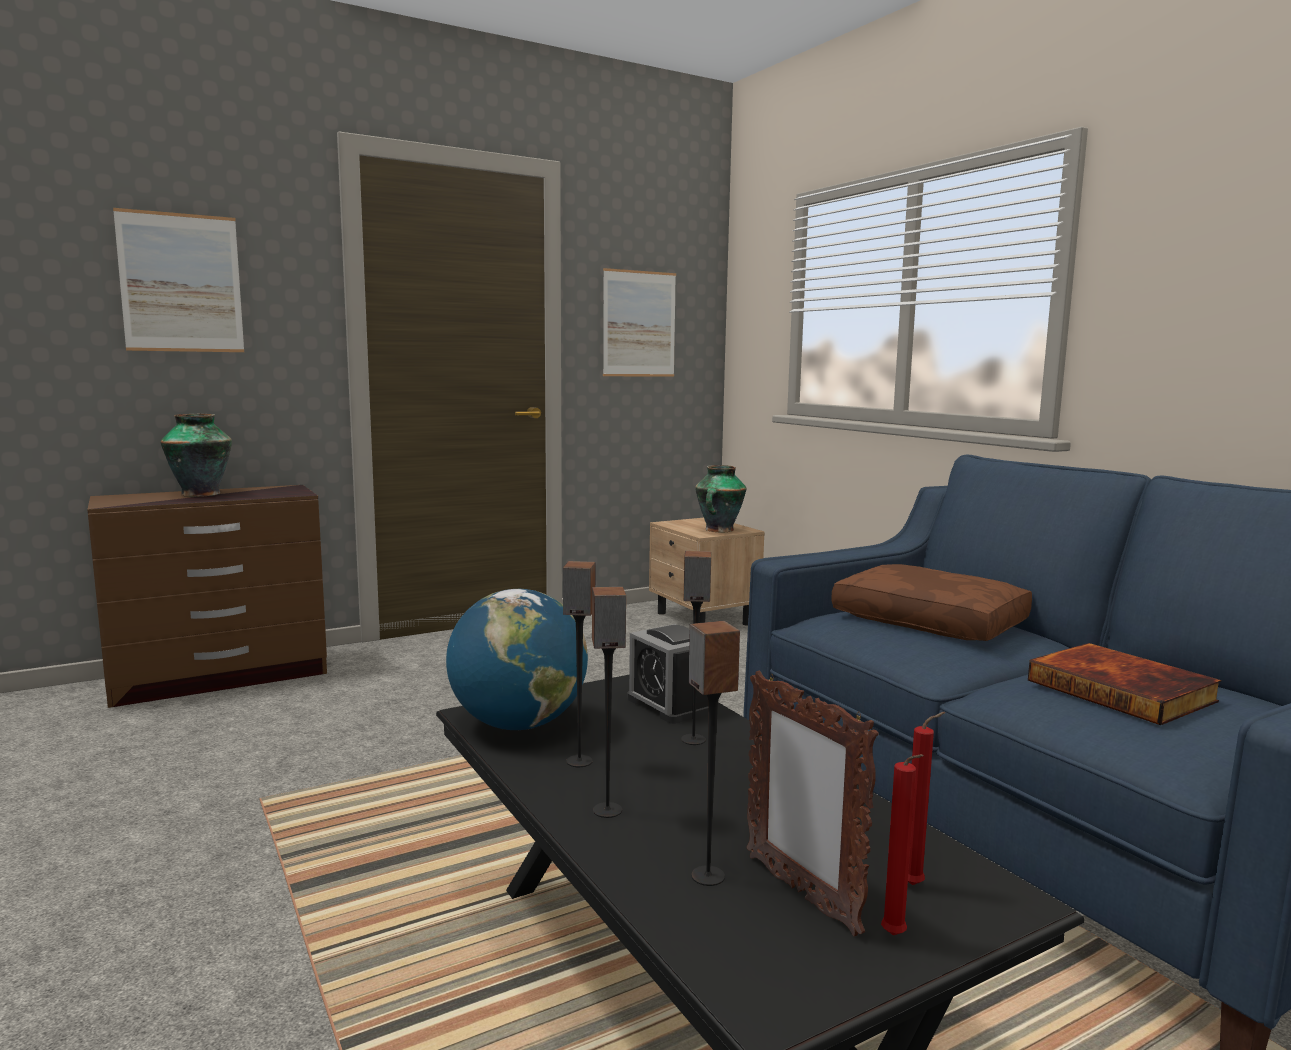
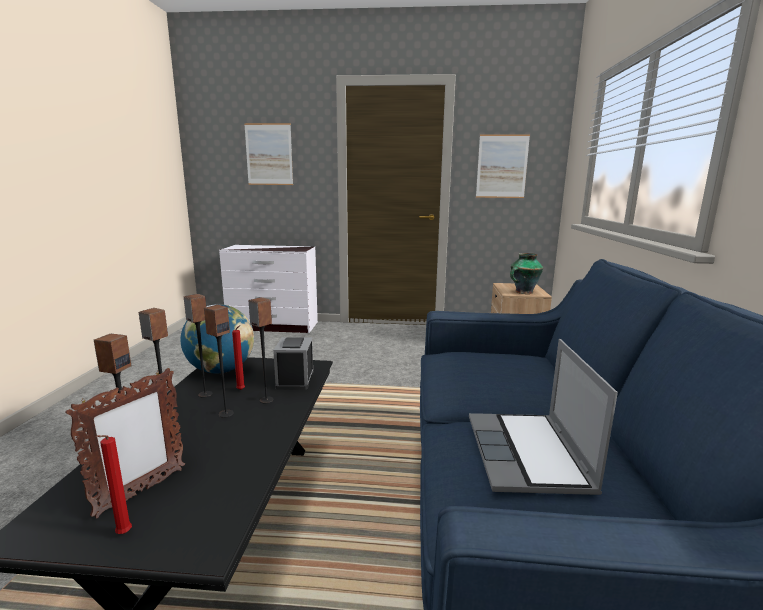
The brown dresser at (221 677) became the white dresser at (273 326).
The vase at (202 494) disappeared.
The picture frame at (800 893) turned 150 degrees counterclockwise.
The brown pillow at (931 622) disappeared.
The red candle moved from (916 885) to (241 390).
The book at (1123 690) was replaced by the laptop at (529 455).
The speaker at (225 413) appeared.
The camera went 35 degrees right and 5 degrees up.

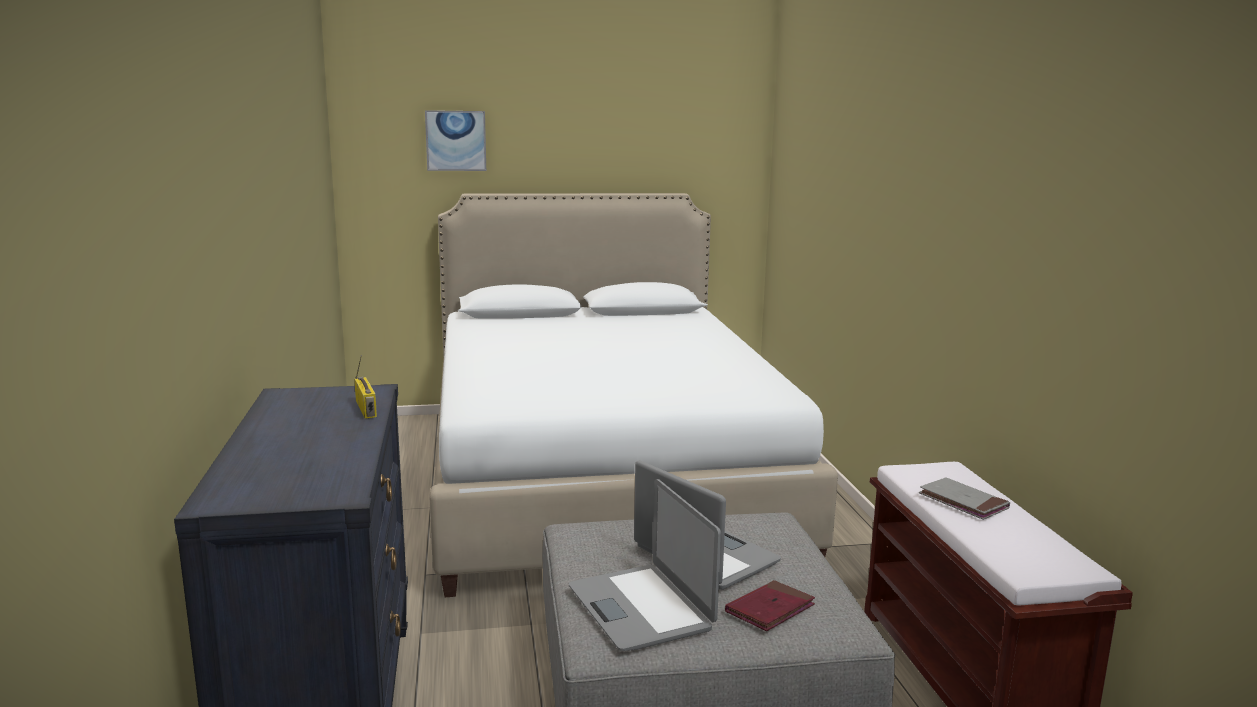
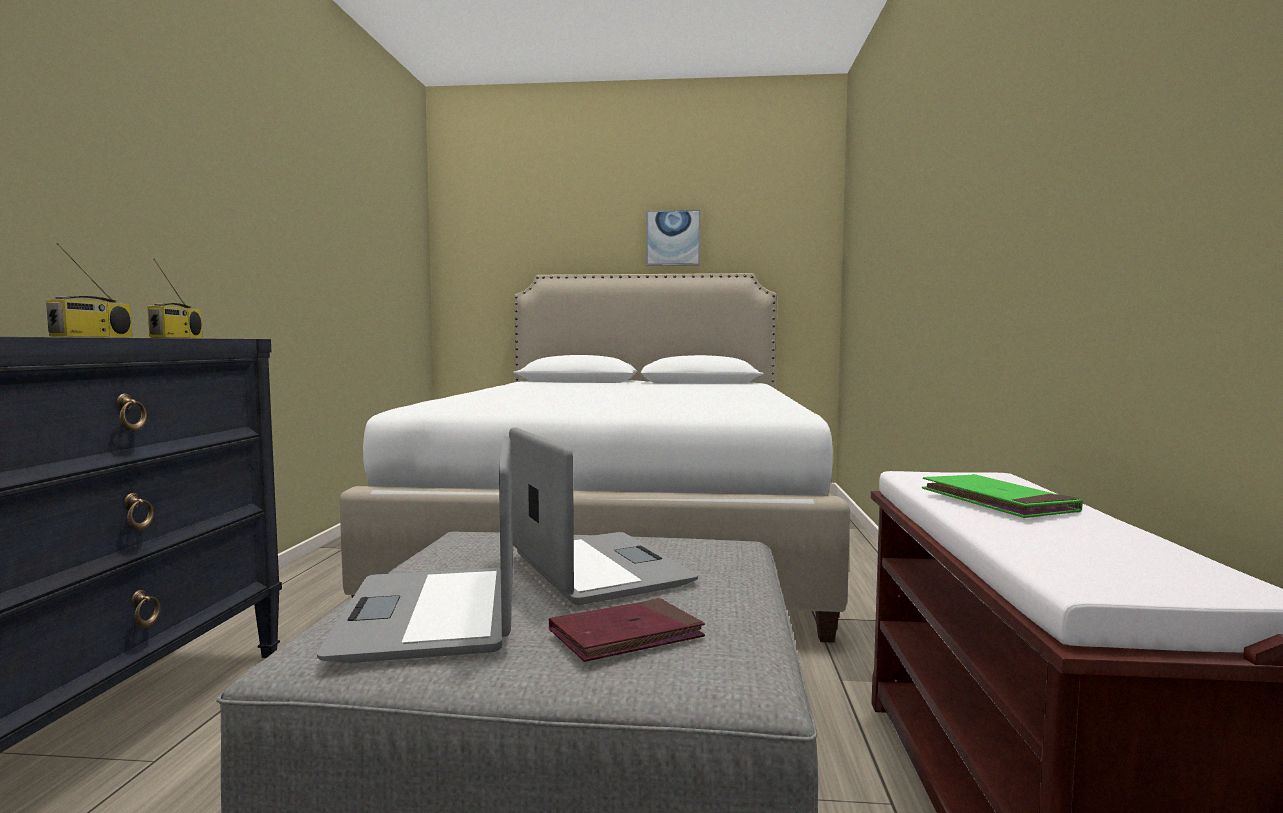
The picture moved from (456 140) to (673 238).
The grey book at (963 502) became the green book at (997 502).
The radio at (93 336) appeared.
The camera went 15 degrees right and 10 degrees down.

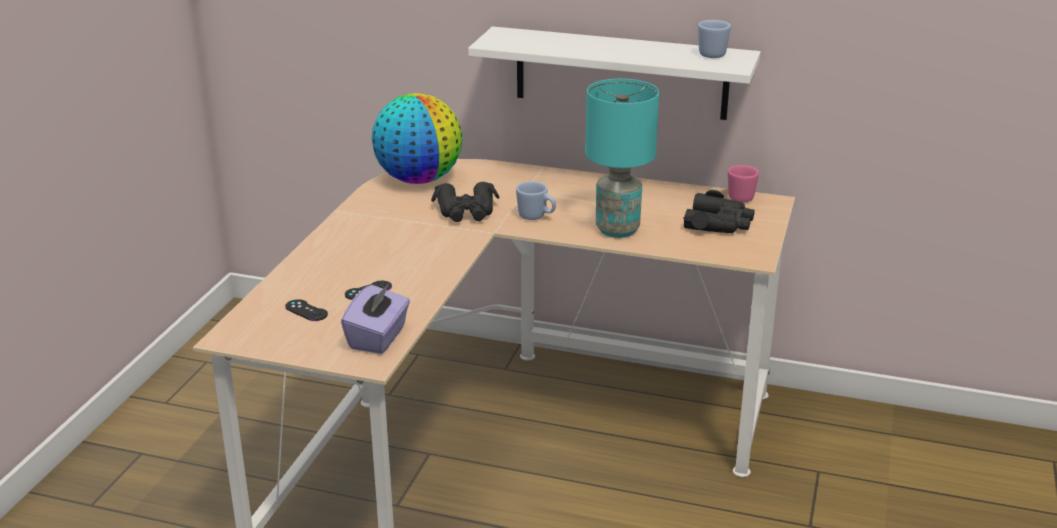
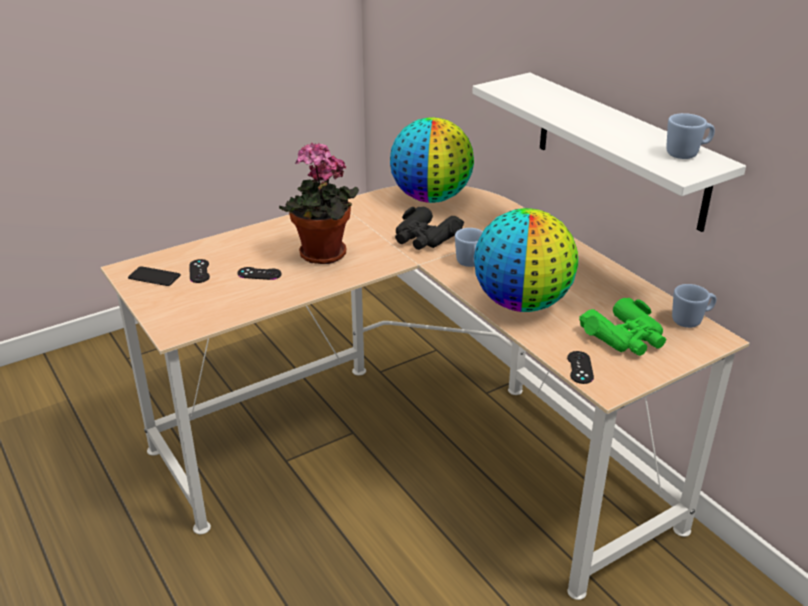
The purple tissue box at (378 338) disappeared.
The turquoise table lamp at (617 229) was replaced by the globe at (522 303).
The black binoculars at (719 223) became the green binoculars at (625 337).
The pink mug at (743 197) became the blue mug at (691 320).
The phone at (154 277) appeared.
The potted plant at (322 256) appeared.
The black game controller at (580 367) appeared.
The camera went 40 degrees right and 5 degrees up.

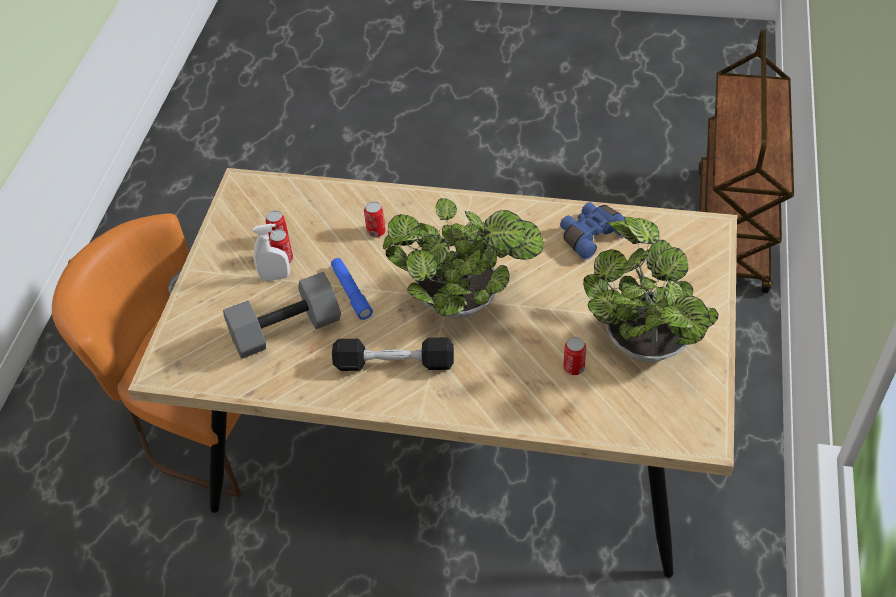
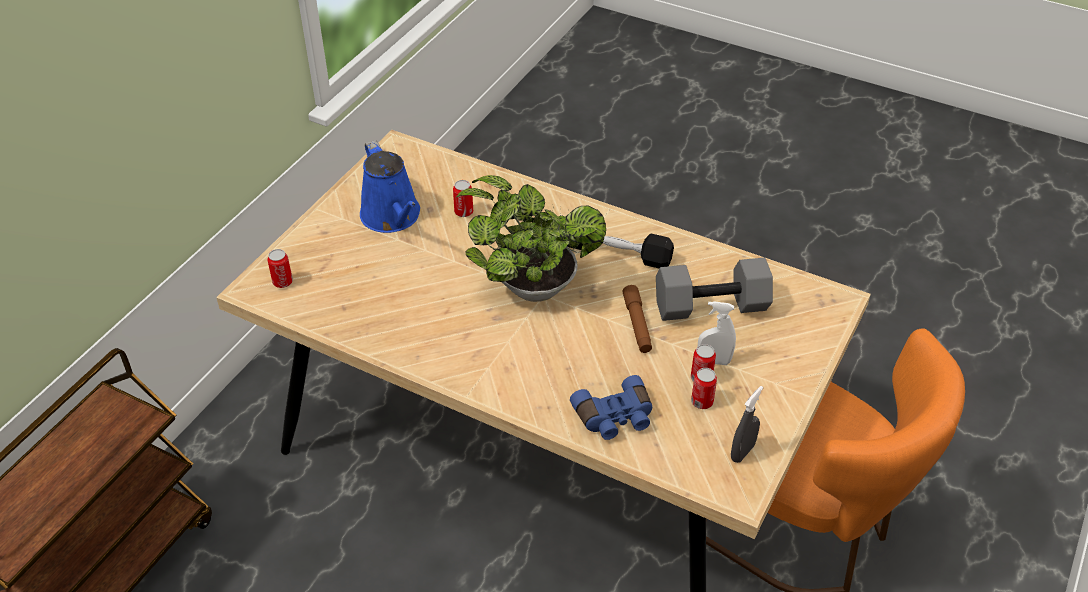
The blue flashlight at (351 292) became the brown flashlight at (637 324).
The can moved from (376 231) to (282 282).
The blue binoculars moved from (591 235) to (615 418).
The potted plant at (642 340) was replaced by the blue watering can at (392 217).
The grey spray bottle at (742 452) appeared.
The camera went 165 degrees left and 5 degrees down.

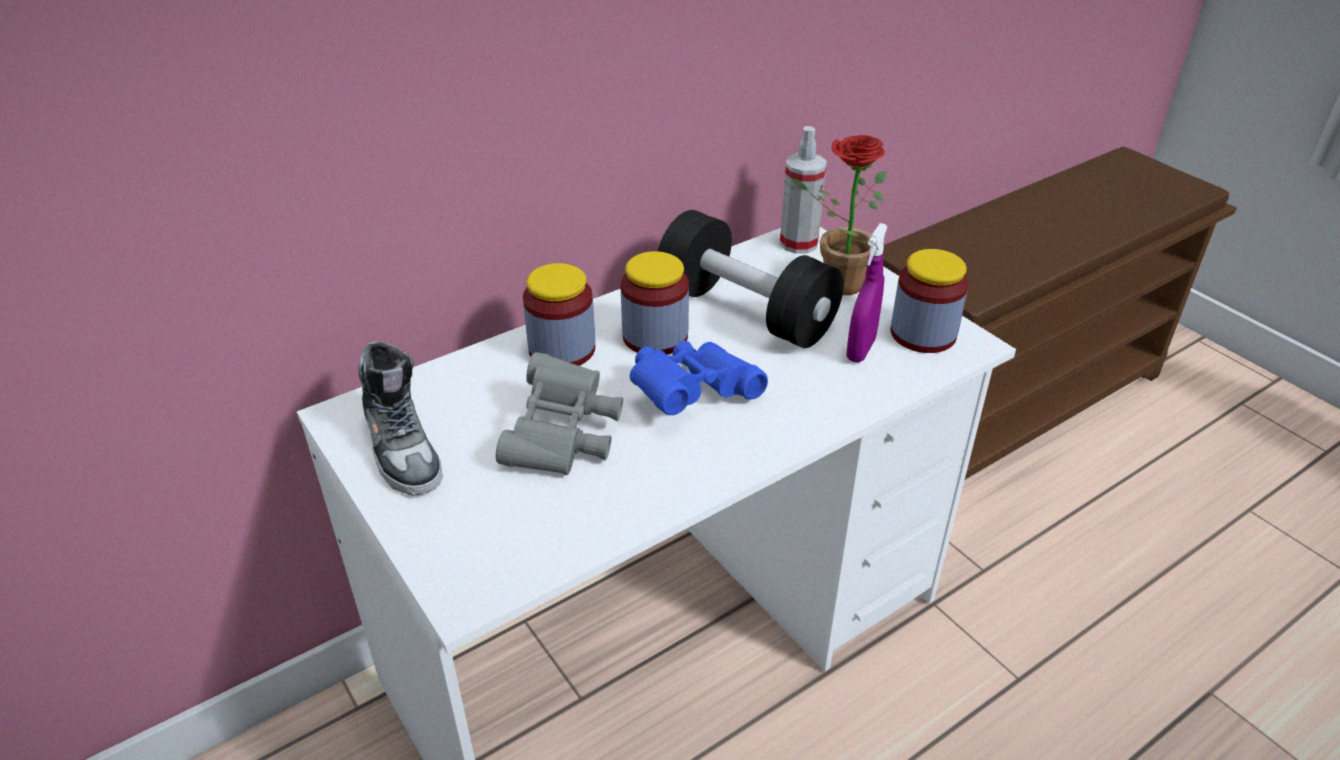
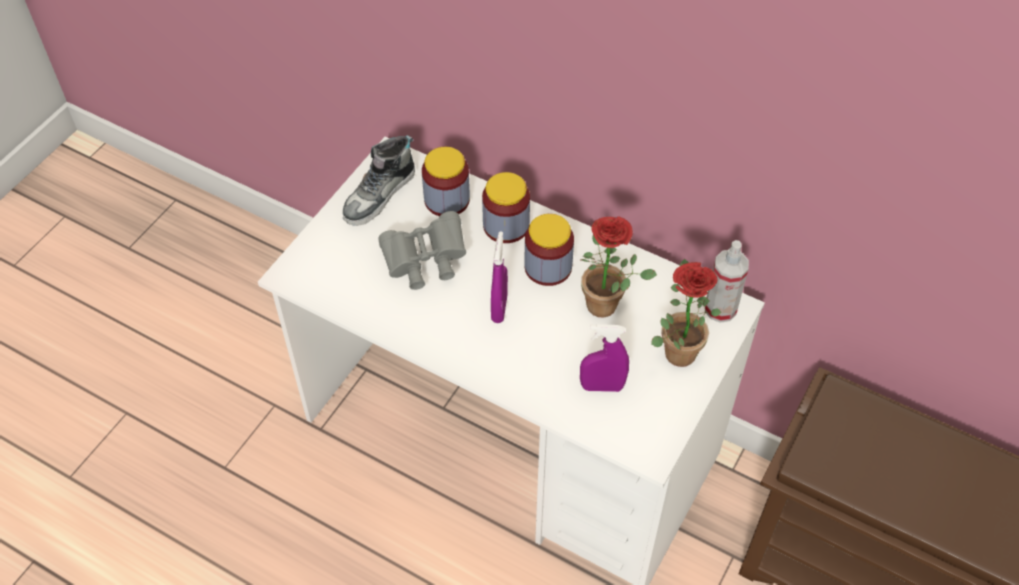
The blue binoculars at (691 394) was replaced by the purple spray bottle at (499 308).
The black dumbbell at (746 311) was replaced by the potted plant at (608 306).
The jar moved from (923 334) to (447 200).
The camera went 65 degrees right and 15 degrees up.

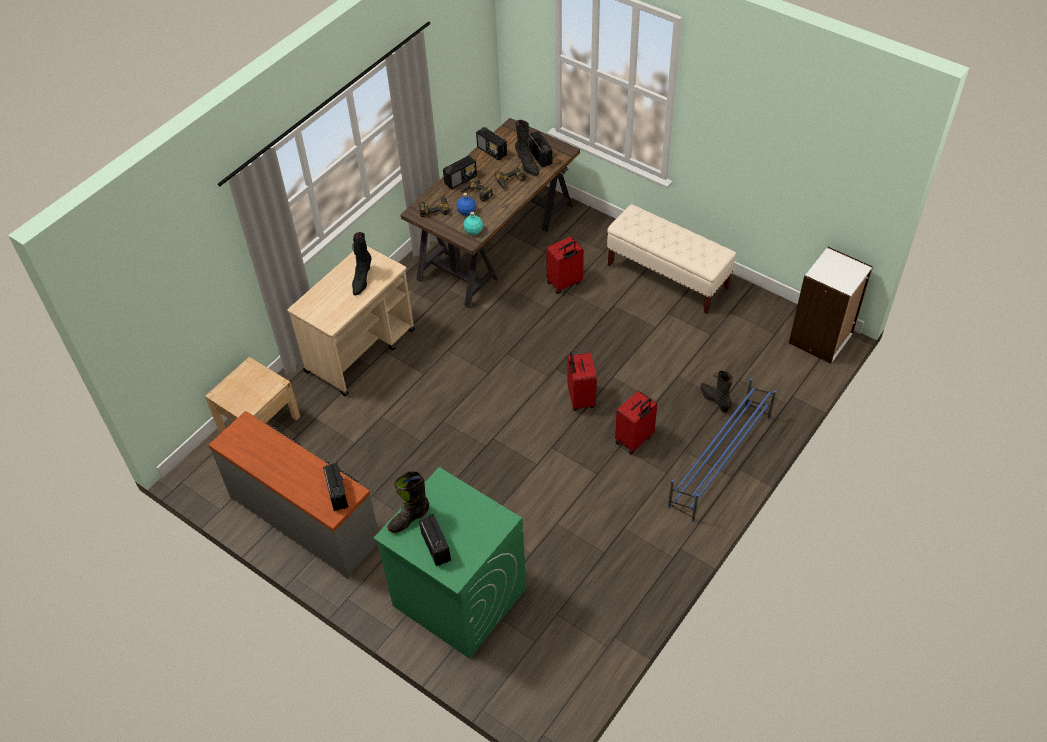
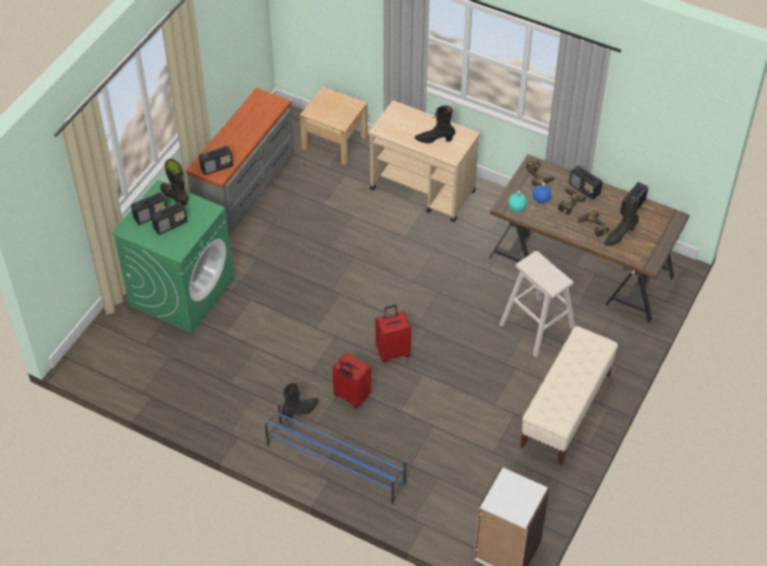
The radio moved from (540 157) to (170 225).
The red suitcase at (565 283) was replaced by the beige stool at (537 326).
The black boot moved from (715 400) to (301 411).
The camera went 80 degrees right and 0 degrees up.

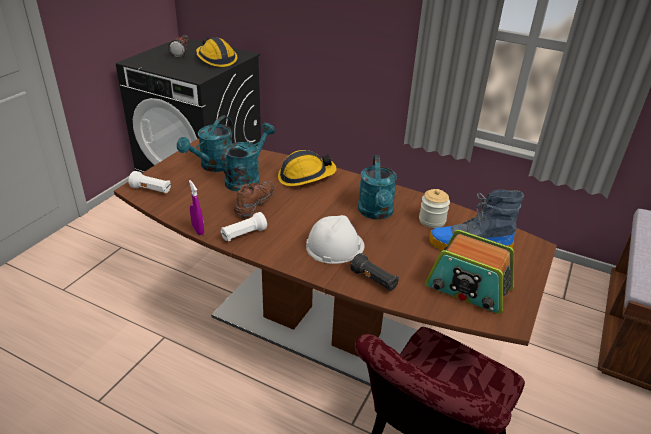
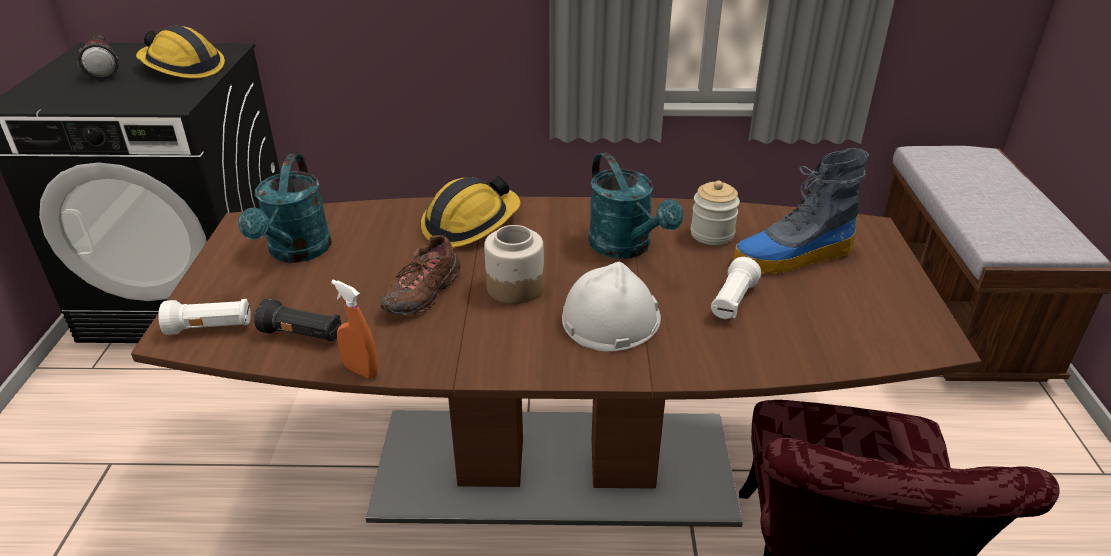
The purple spray bottle at (198 230) became the orange spray bottle at (361 370).
The white flashlight moved from (243 234) to (732 302).
The turquoise watering can at (246 178) disappeared.
The brown shoe at (254 204) turned 150 degrees counterclockwise.
The black flashlight moved from (374 280) to (302 335).
The radio at (468 288) disappeared.
The jar at (514 287) appeared.
The camera went 25 degrees left and 0 degrees up.

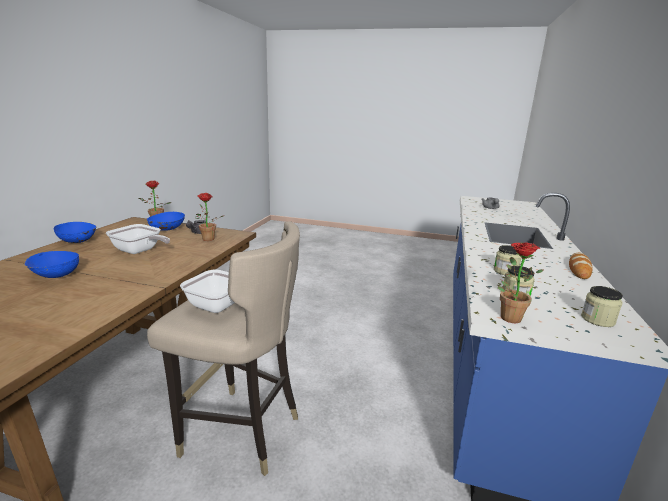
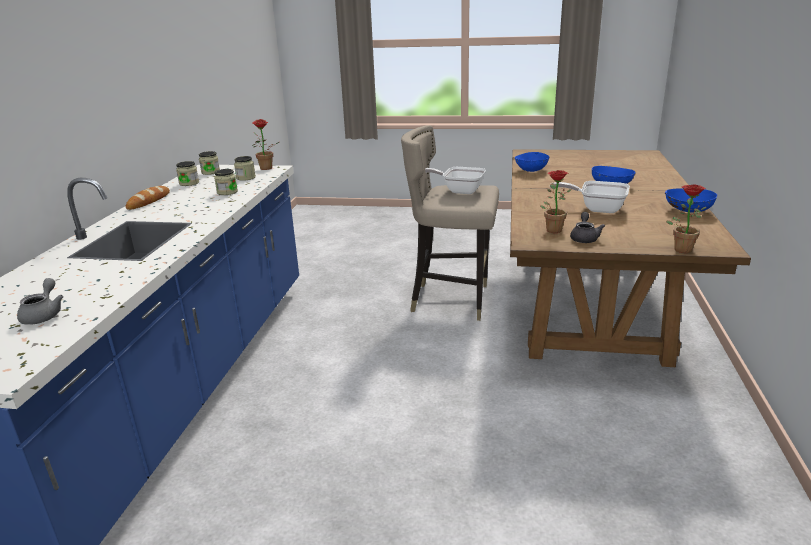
The blue bowl moved from (167 229) to (531 170).
The jar at (189 183) appeared.
The camera went 175 degrees right and 5 degrees up.

